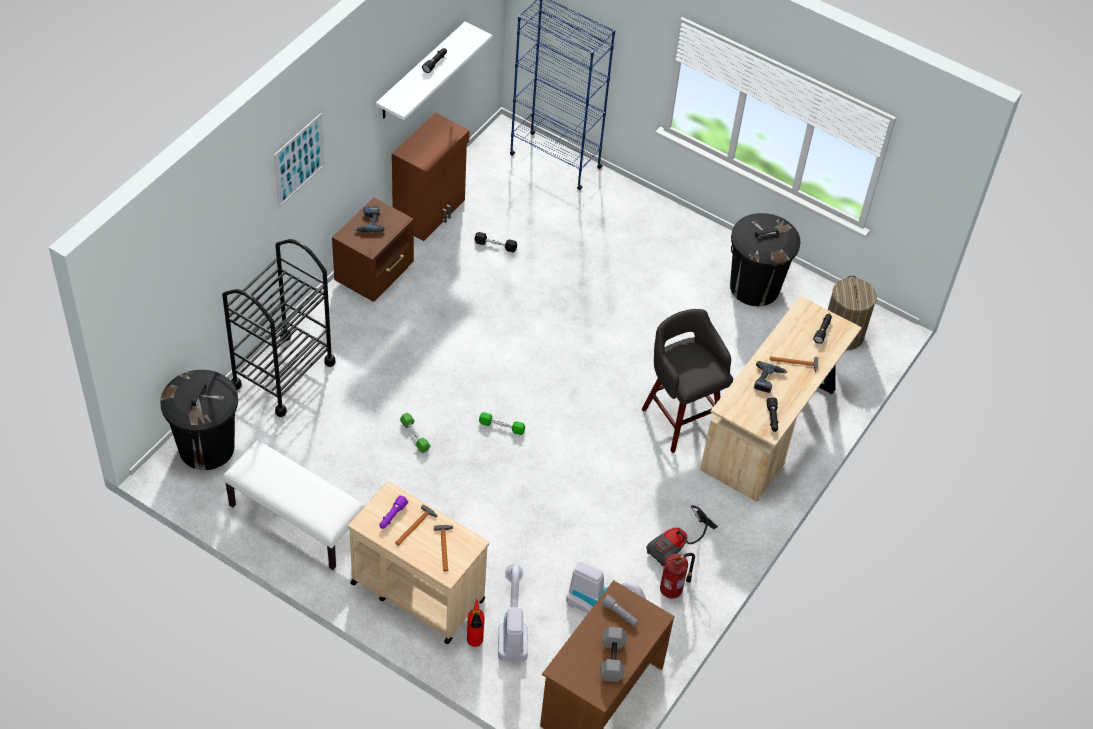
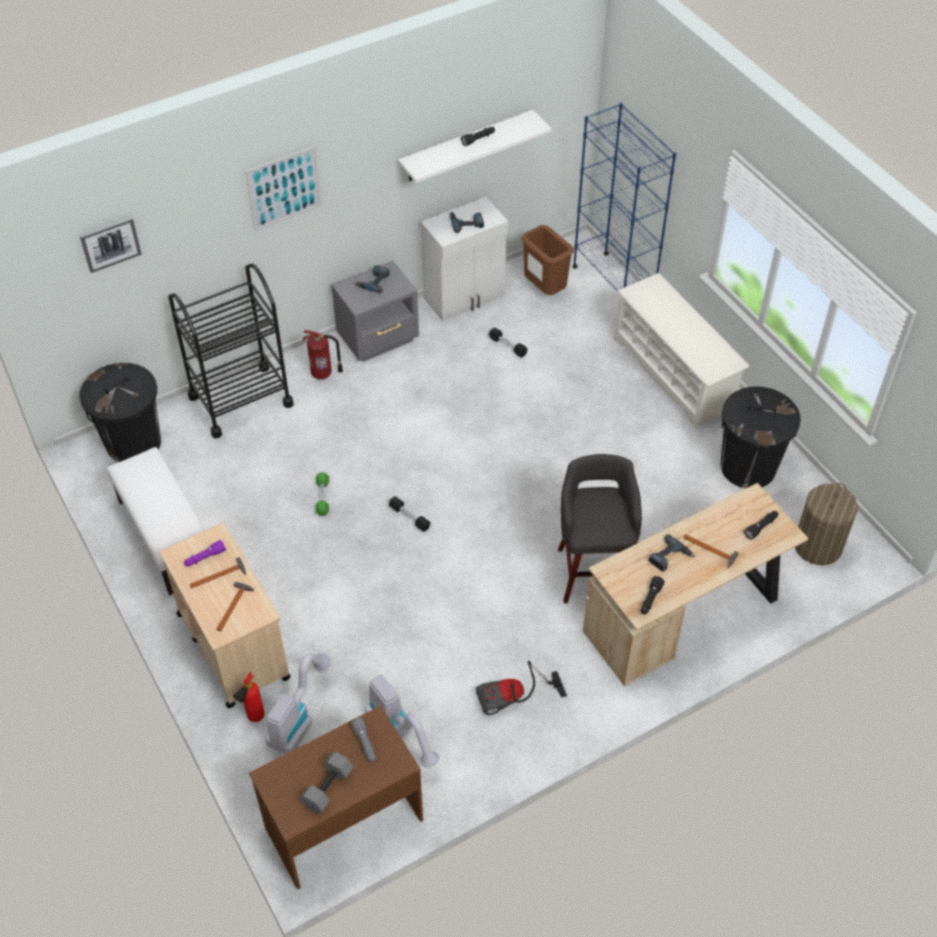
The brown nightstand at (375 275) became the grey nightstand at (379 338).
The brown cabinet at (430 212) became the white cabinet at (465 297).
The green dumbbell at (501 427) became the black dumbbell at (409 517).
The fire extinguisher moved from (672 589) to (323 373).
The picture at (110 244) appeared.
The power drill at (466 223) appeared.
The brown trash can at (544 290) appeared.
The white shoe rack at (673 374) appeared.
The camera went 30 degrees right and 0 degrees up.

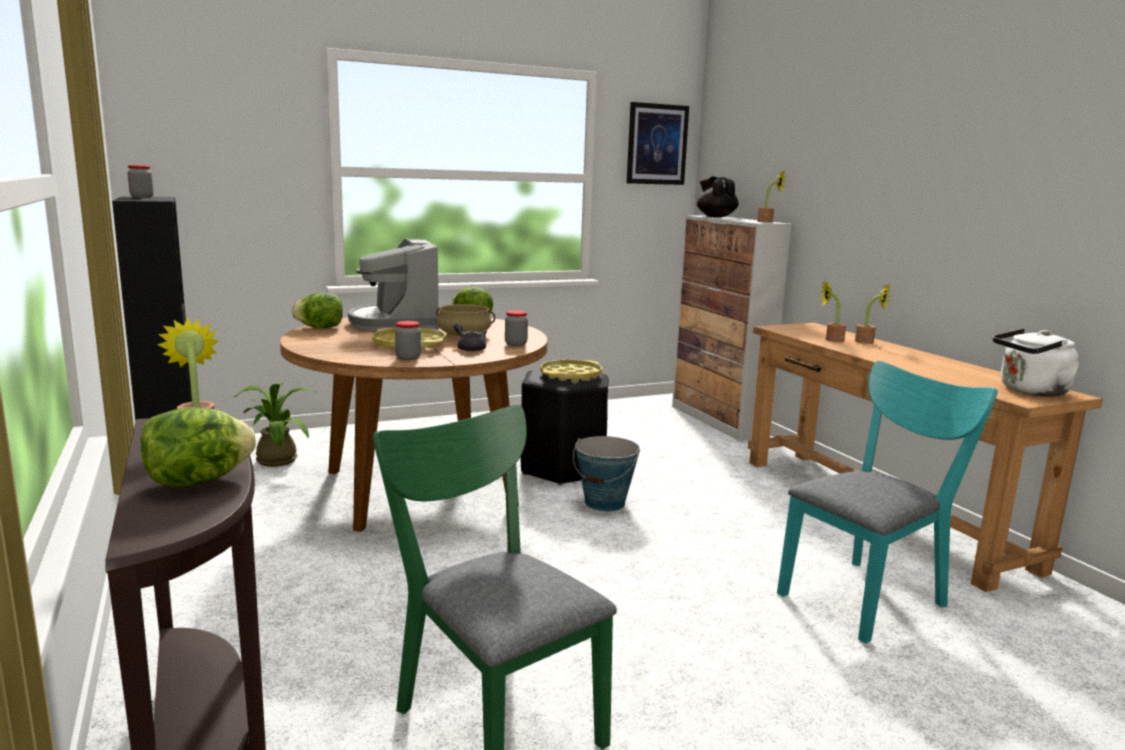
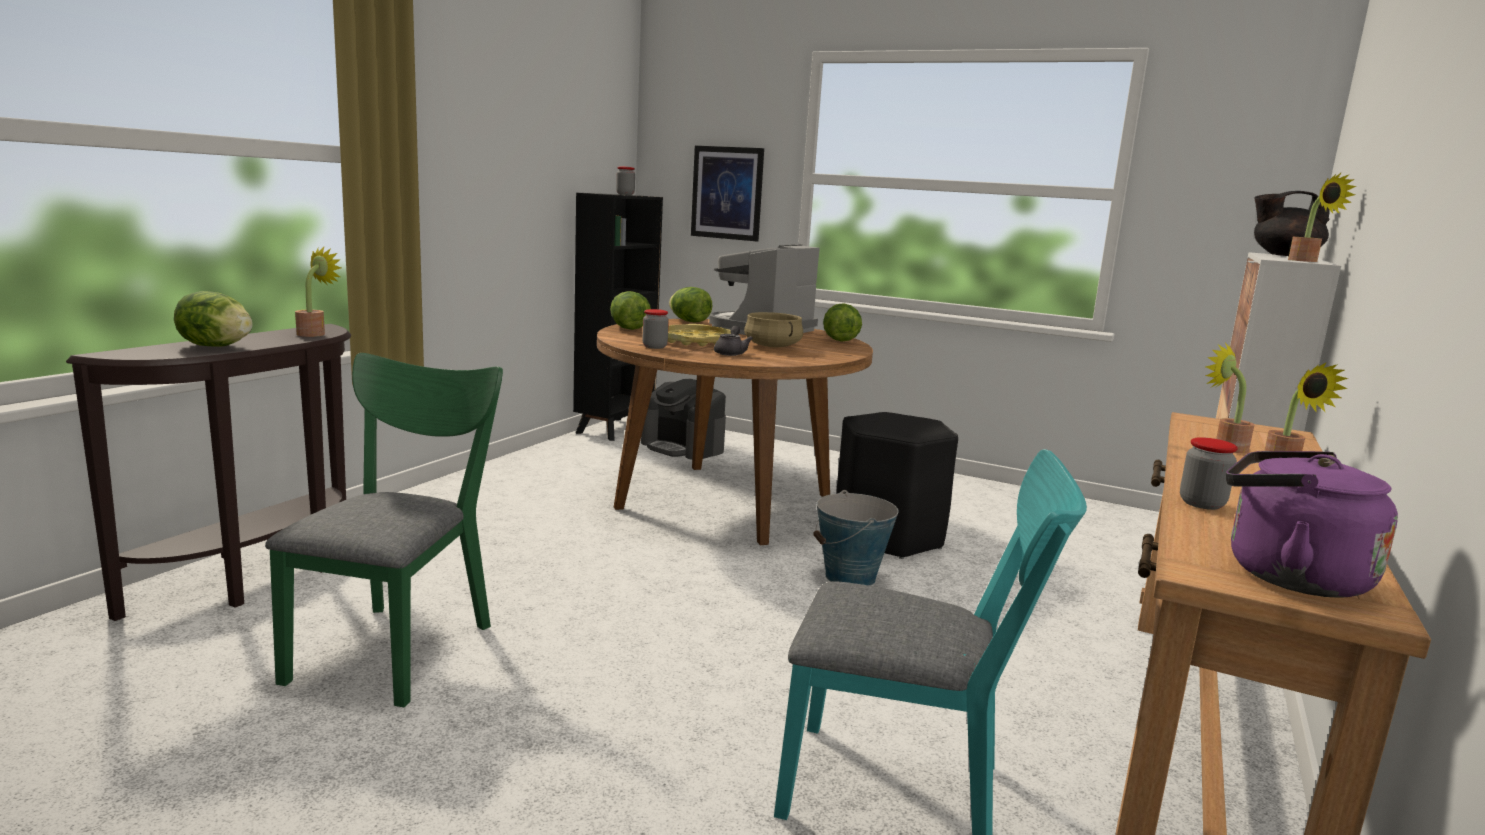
The potted plant at (277 459) was replaced by the coffee machine at (683 447).
The jar moved from (516 344) to (1202 504).
The yellow tray at (571 376) disappeared.
The picture moved from (657 144) to (727 193).
The black teapot at (715 216) turned 105 degrees counterclockwise.
The white kettle at (1030 391) became the purple kettle at (1286 575).
The lettuce at (628 328) appeared.
The camera went 50 degrees right and 0 degrees up.

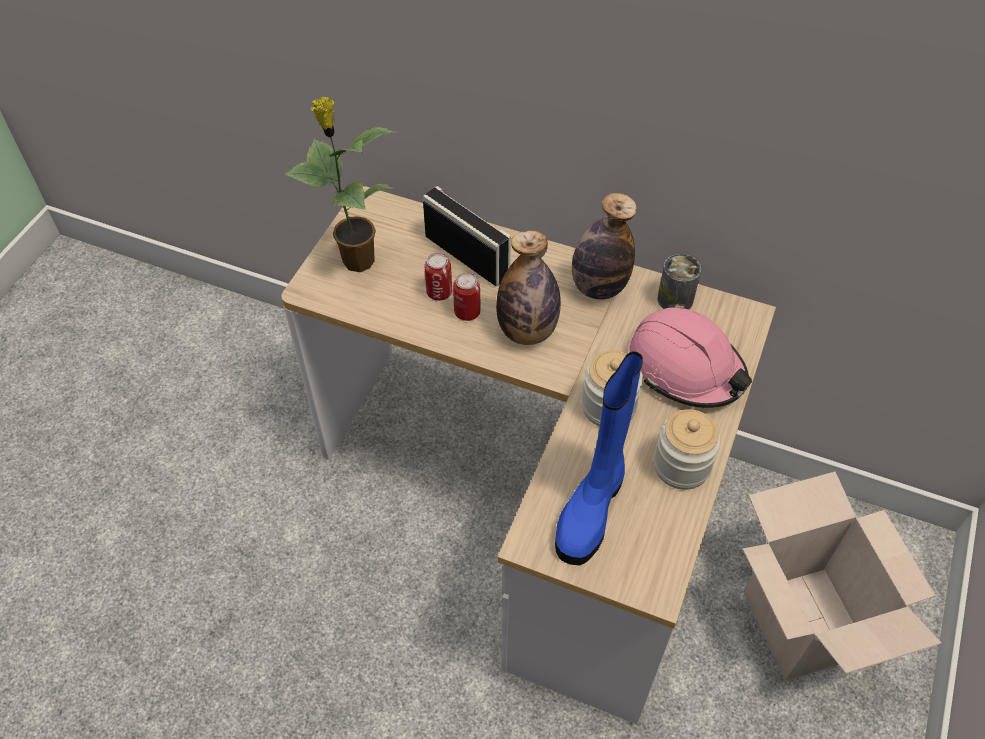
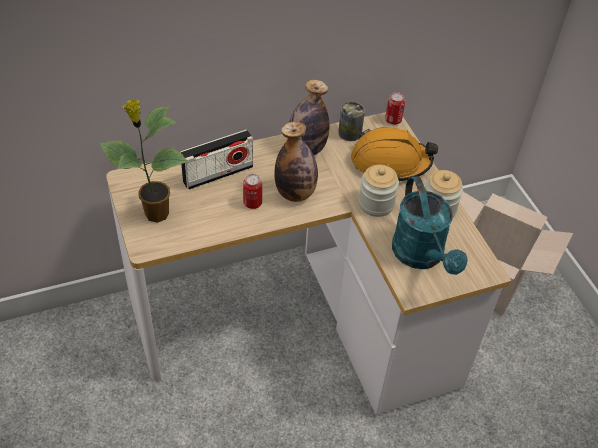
The radio at (467 256) turned 150 degrees clockwise.
The can moved from (439 292) to (393 120).
The blue boot at (592 509) was replaced by the turquoise watering can at (422 257).
The pink hard hat at (686 367) became the orange hard hat at (390 162).
The camera went 45 degrees left and 5 degrees down.

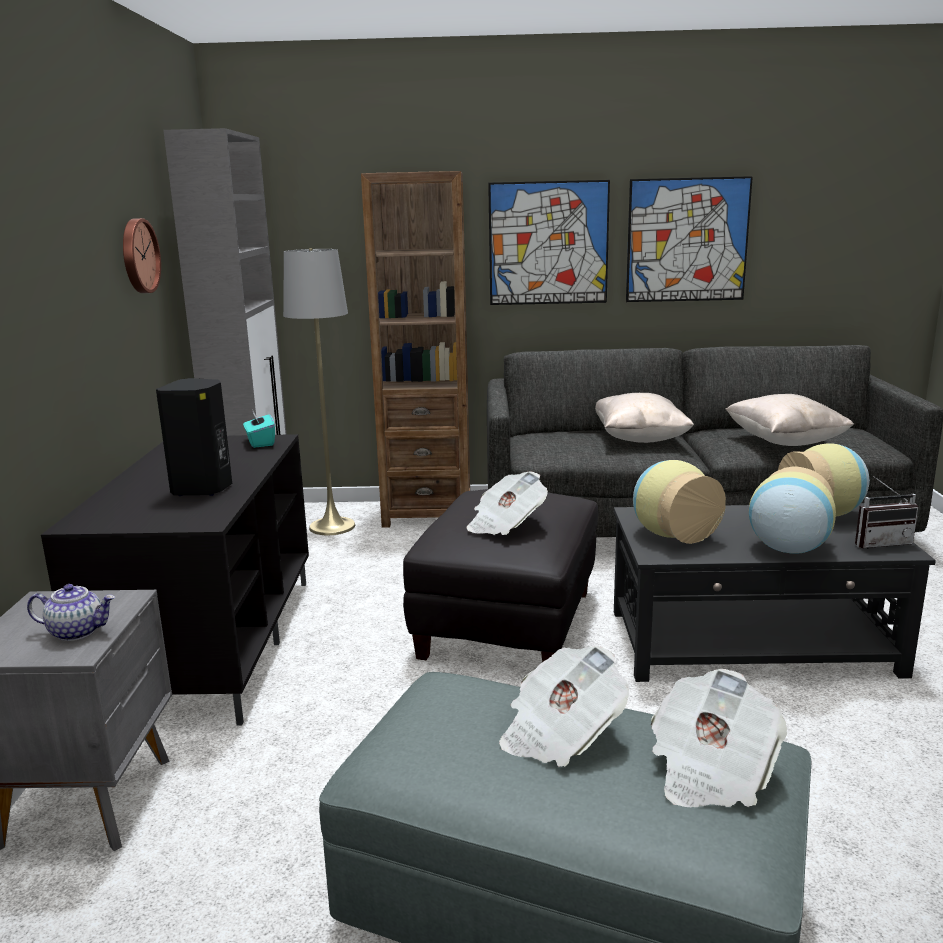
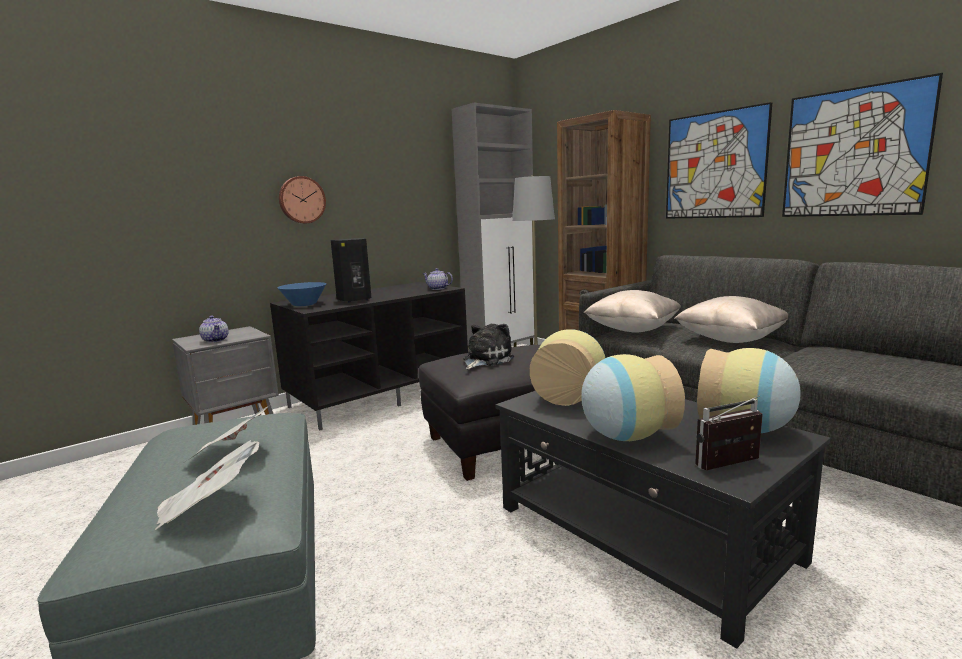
The wall clock moved from (138 256) to (301 200).
The turquoise tissue box at (260 442) was replaced by the teapot at (437 288).
The newspaper at (505 524) was replaced by the plush toy at (485 360).
The beige pillow moved from (784 443) to (633 330).
The radio at (880 542) turned 120 degrees clockwise.
The blue bowl at (304 304) appeared.
The camera went 50 degrees right and 5 degrees down.

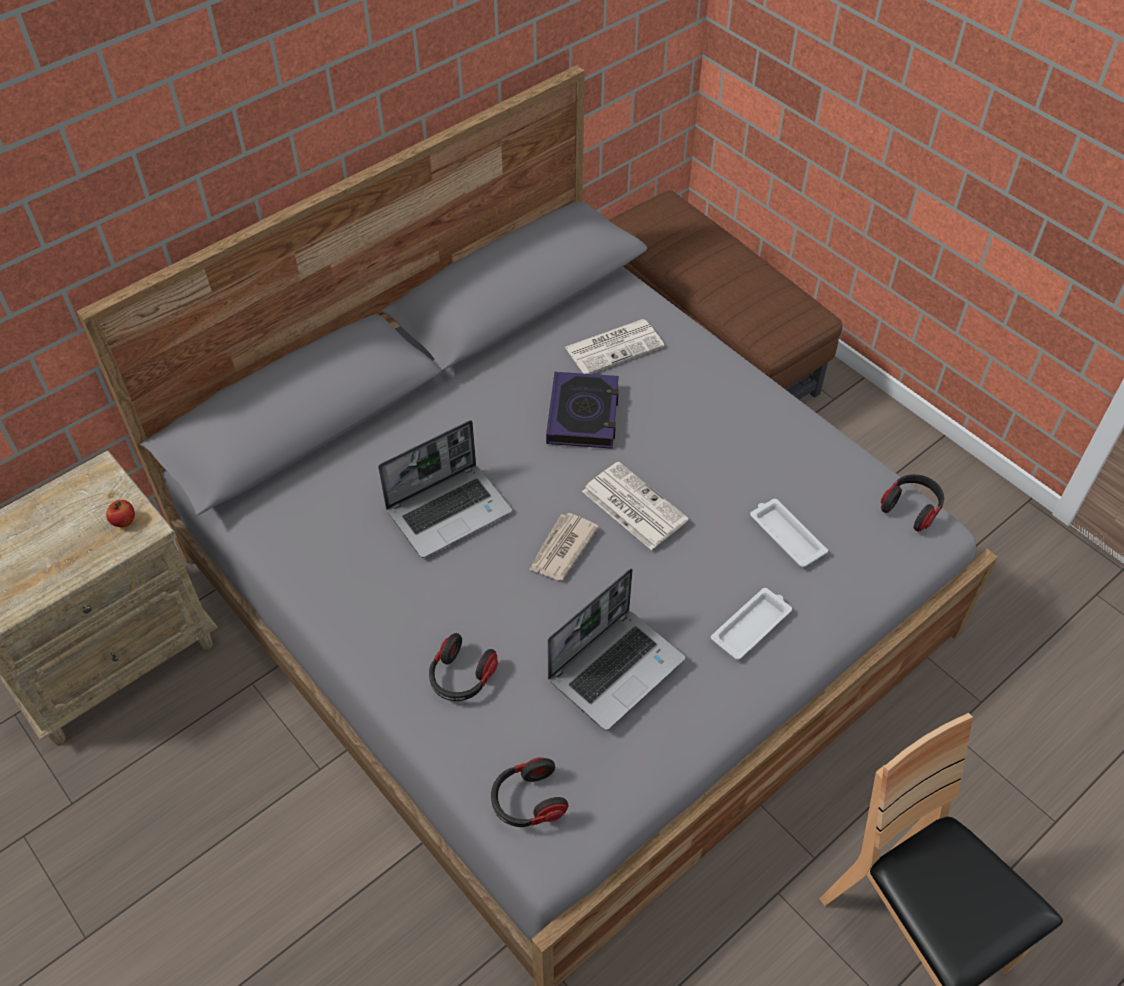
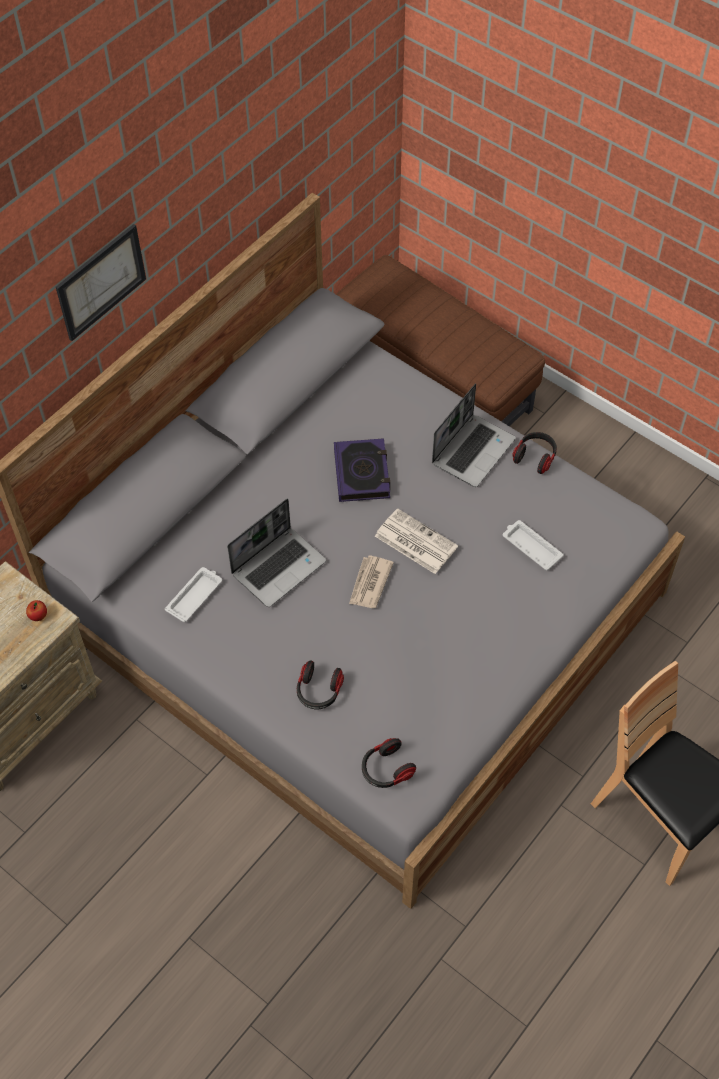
The laptop moved from (616 668) to (473 450).
The newspaper at (615 346) disappeared.
The white tray moved from (752 626) to (195 596).
The headphones moved from (911 508) to (535 457).
The picture at (101 282) appeared.
The camera went 10 degrees left and 5 degrees up.

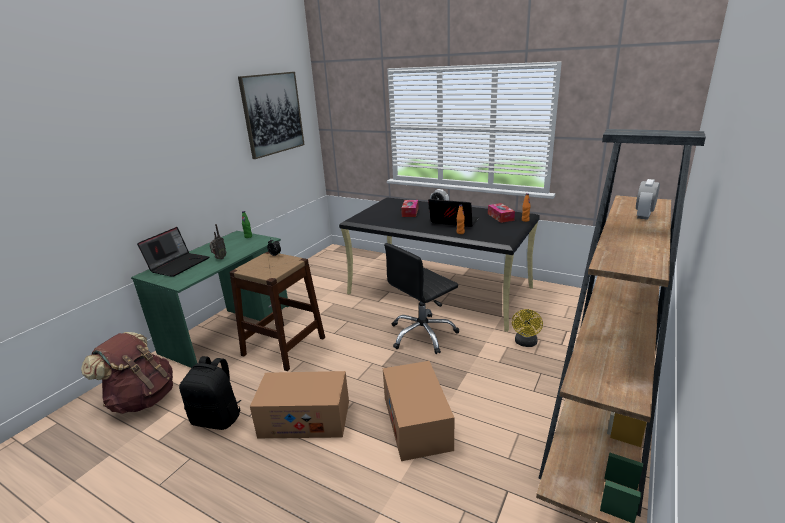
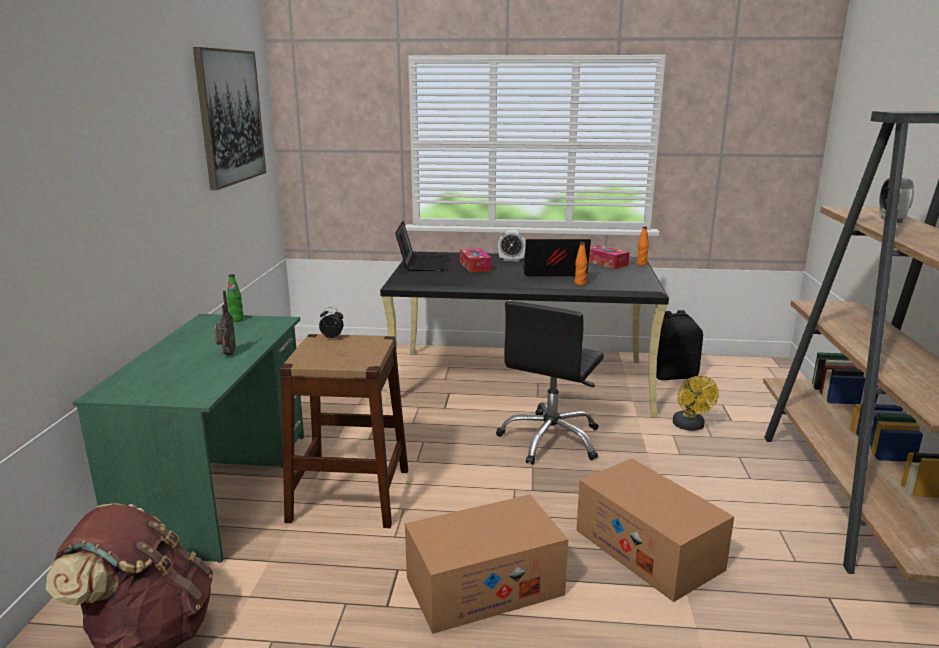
The laptop moved from (178 264) to (422 263).
The black backpack moved from (218 418) to (673 375).
The camera went 25 degrees left and 5 degrees down.

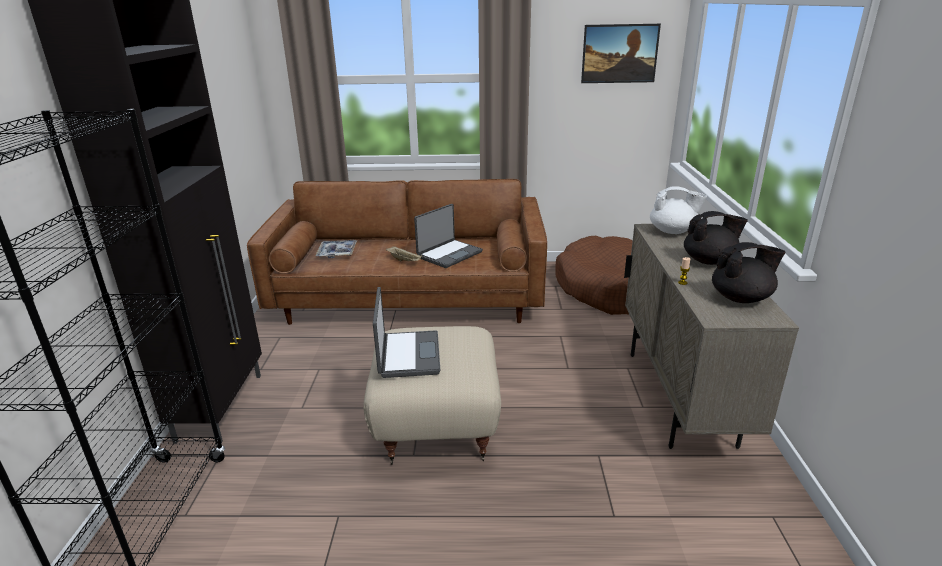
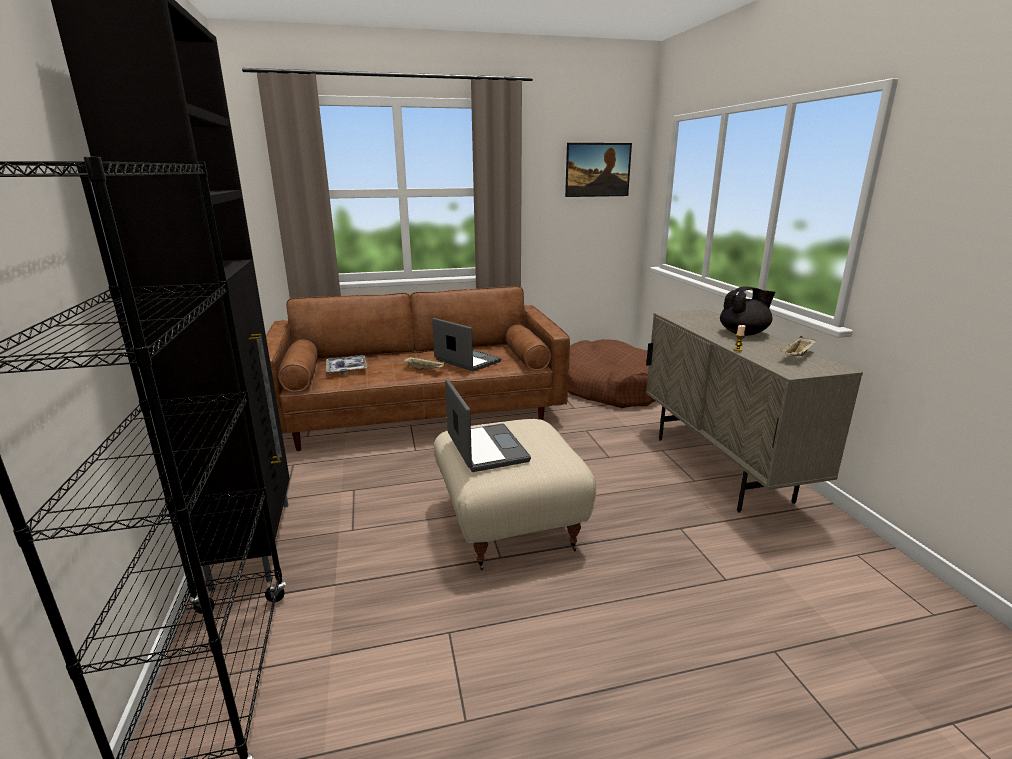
The laptop at (449 254) turned 75 degrees counterclockwise.
The white teapot at (673 231) disappeared.
The black teapot at (741 298) was replaced by the beige tray at (797 356).
The camera went 15 degrees left and 5 degrees down.

